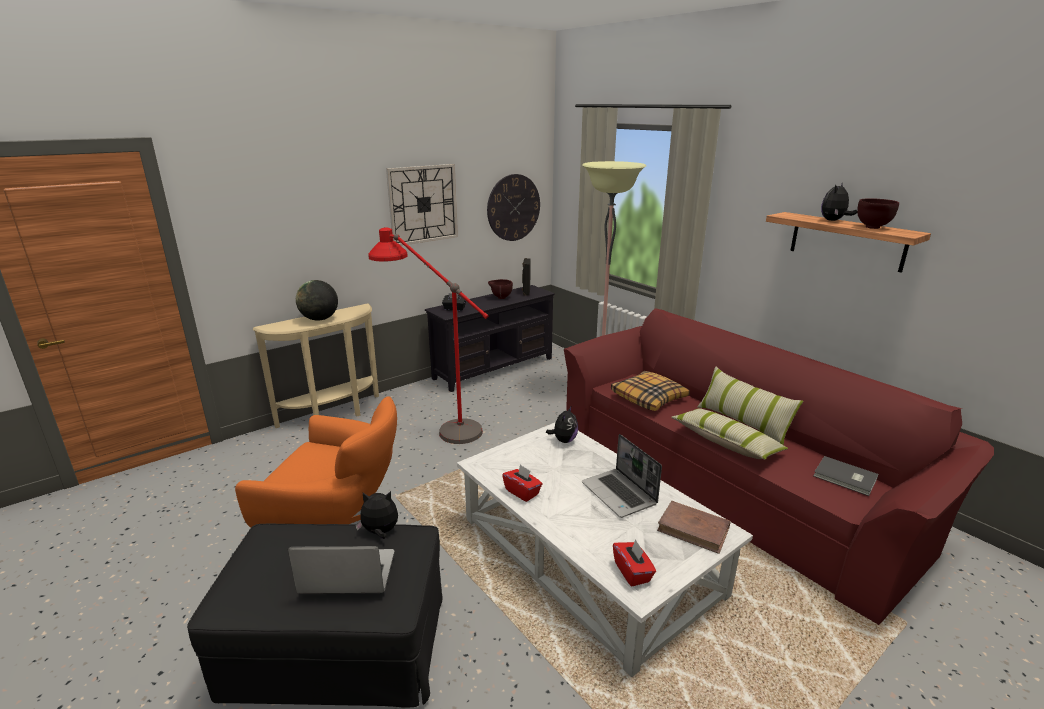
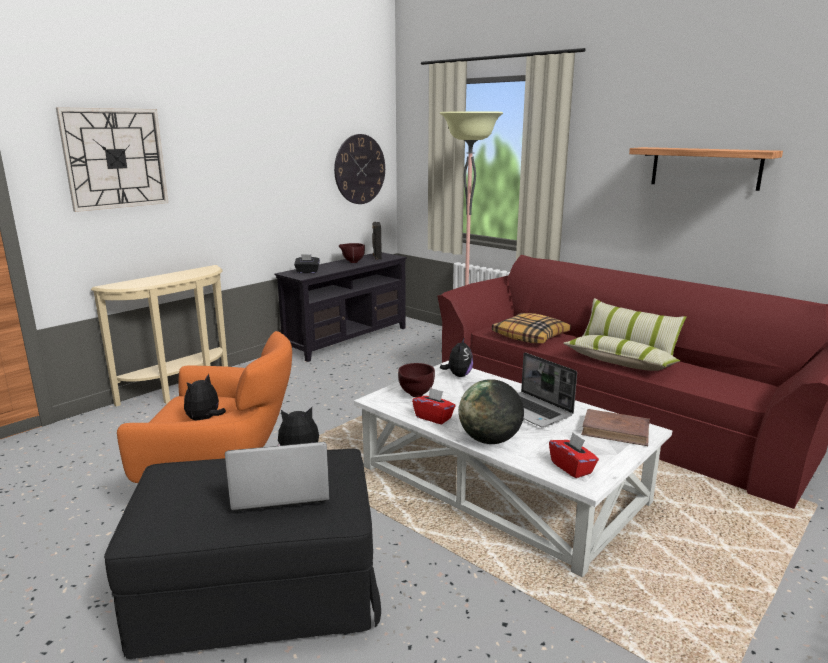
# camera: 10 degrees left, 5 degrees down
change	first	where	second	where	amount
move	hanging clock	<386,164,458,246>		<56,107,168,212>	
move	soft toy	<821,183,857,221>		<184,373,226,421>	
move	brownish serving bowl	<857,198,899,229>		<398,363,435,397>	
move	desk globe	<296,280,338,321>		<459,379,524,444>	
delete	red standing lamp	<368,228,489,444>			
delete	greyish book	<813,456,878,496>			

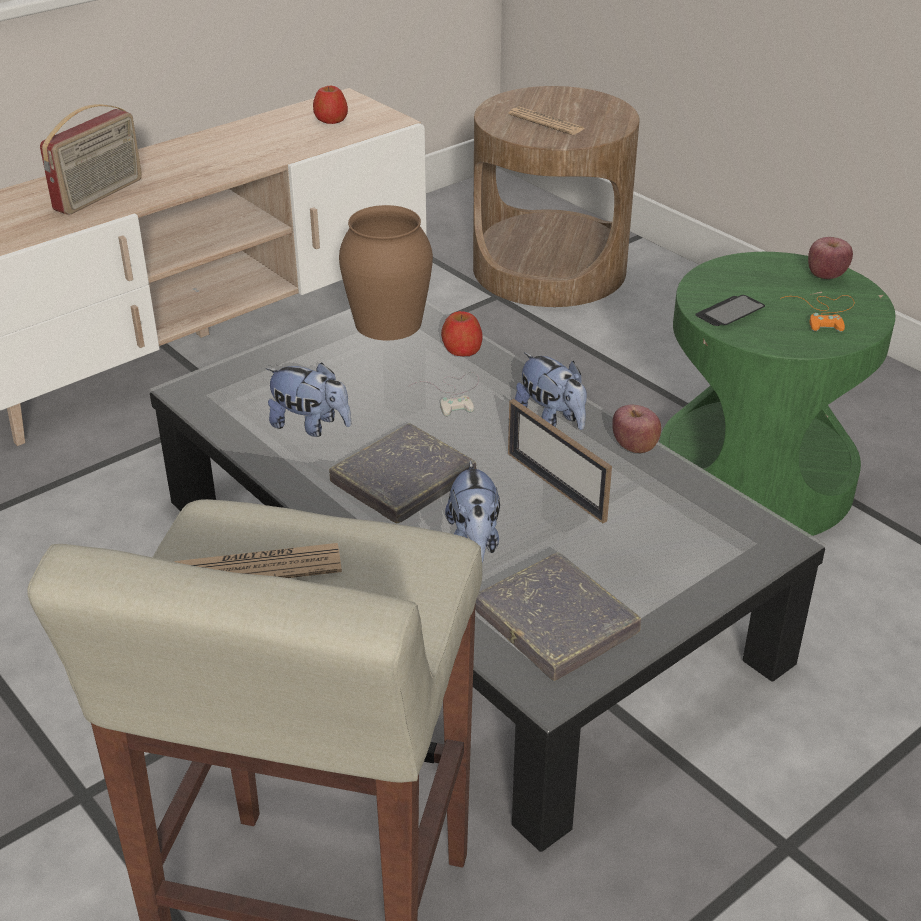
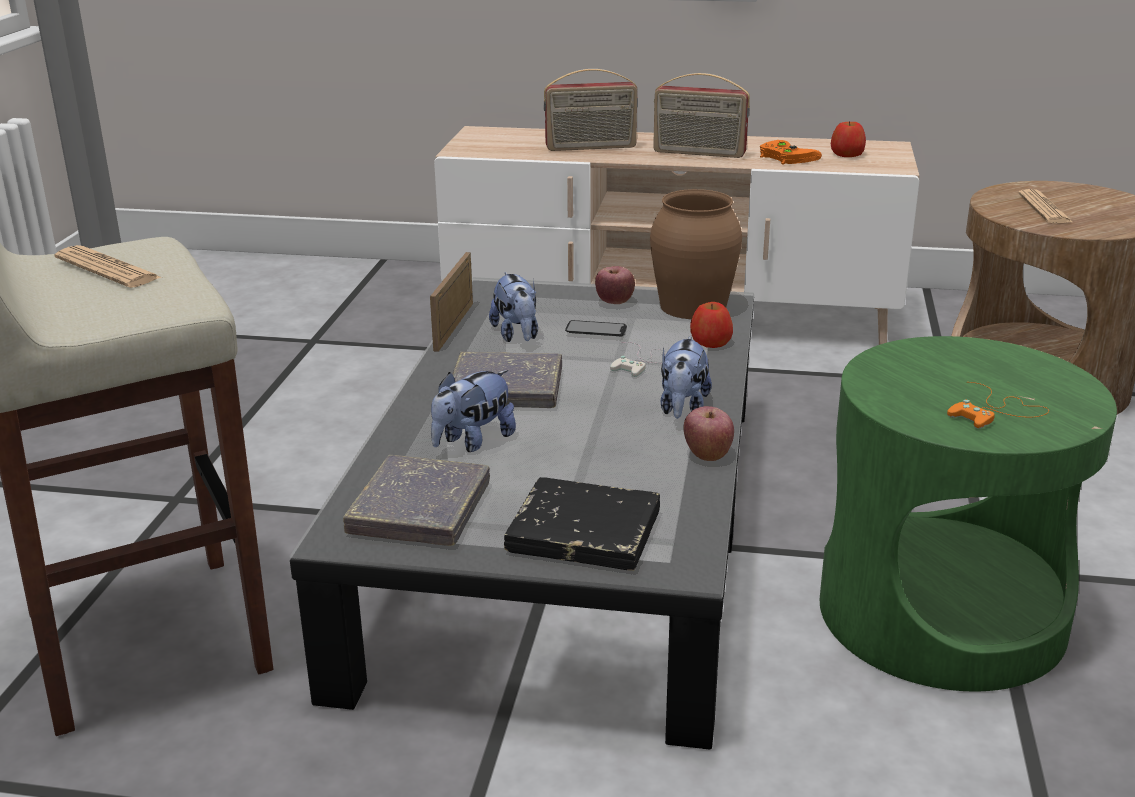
# camera: 50 degrees right, 10 degrees down
change	first	where	second	where	amount
move	photo frame	<508,399,612,523>		<430,252,473,352>	
insert			black-coloured book	<504,477,660,571>	
move	phone	<695,295,765,326>		<565,320,627,336>	
move	whole apple	<808,237,853,279>		<595,266,635,304>	
insert			radio set	<653,73,750,158>	
insert			orangey game controller	<760,140,822,165>	

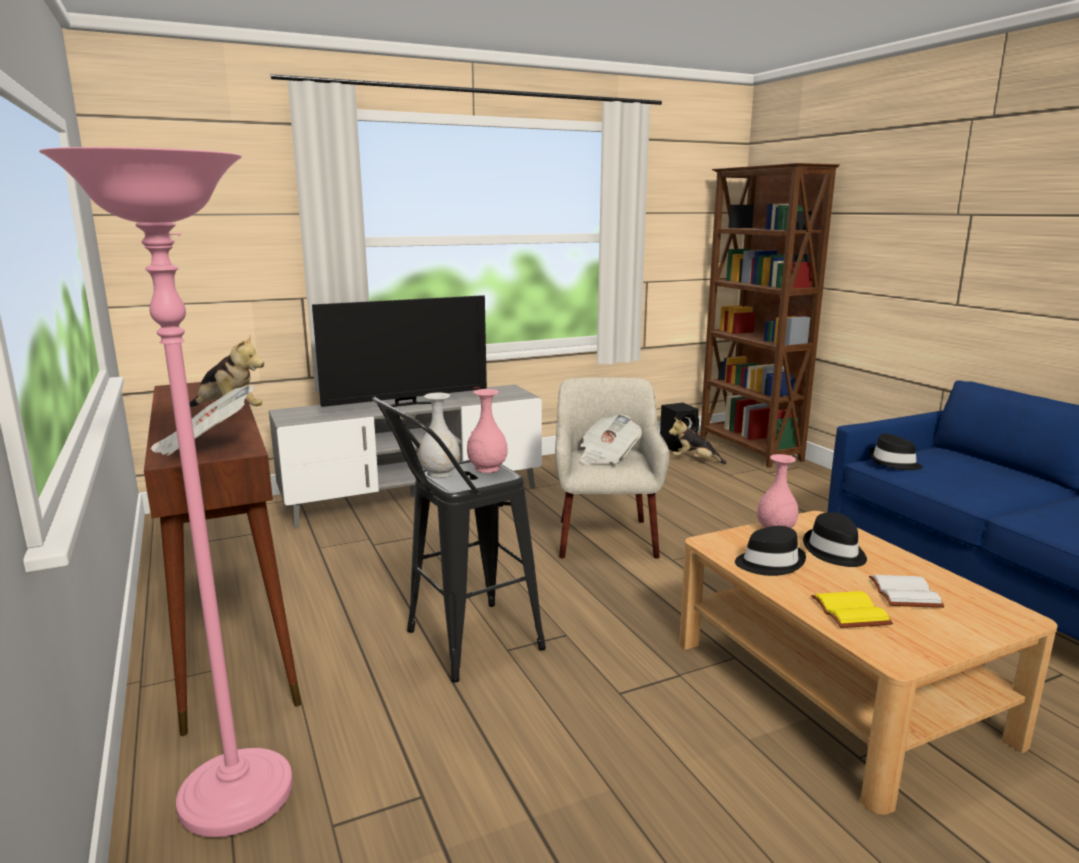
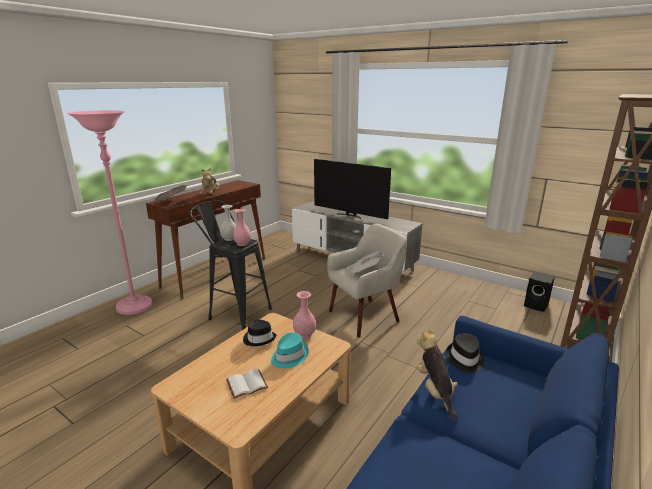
# camera: 60 degrees right, 5 degrees up
change	first	where	second	where	amount
recolor	black-coloured hat	<803,512,867,567>	blue-green hat	<271,333,309,368>	
move	soft toy	<669,418,727,464>		<417,327,458,421>	
delete	yellowish book	<811,591,893,628>			

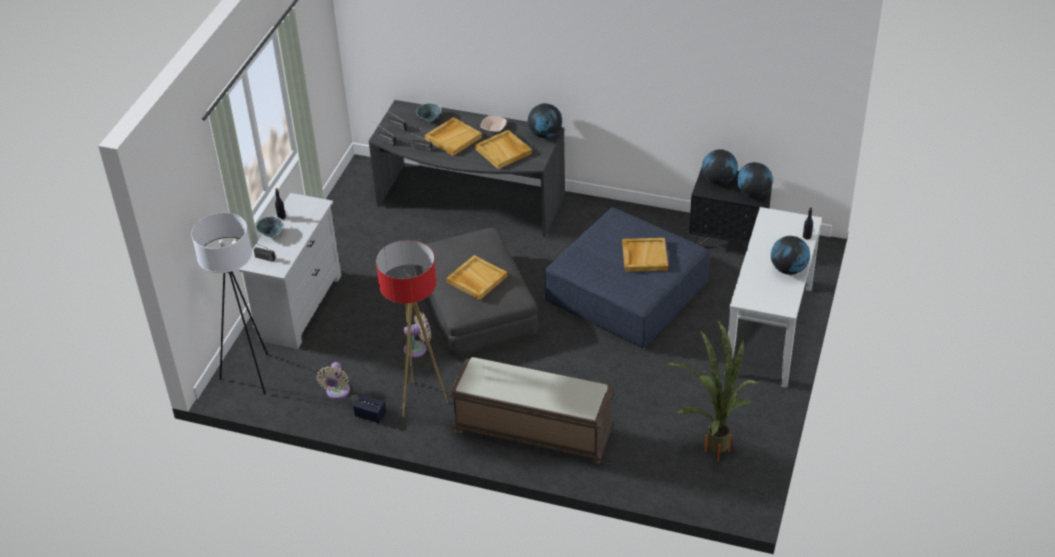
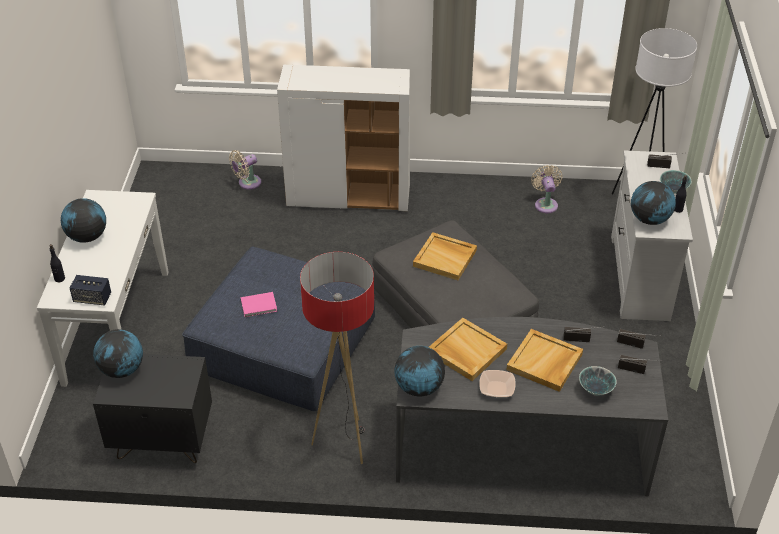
# camera: 165 degrees right, 0 degrees up
change	first	where	second	where	amount
move	loudspeaker	<353,395,386,424>		<70,275,111,305>	
move	beige-coloured fan	<404,312,431,358>		<229,150,261,190>	
replace	beige-coloured serving tray	<622,238,668,272>	pinkish book	<241,292,277,317>	
replace	brownish bench	<448,357,615,465>	white-coloured cupboard	<277,65,410,211>	
move	standing lamp	<376,240,448,417>		<300,252,374,464>	
move	desk globe	<702,149,738,185>		<631,181,676,225>	
delete	potted plant	<666,320,760,461>			

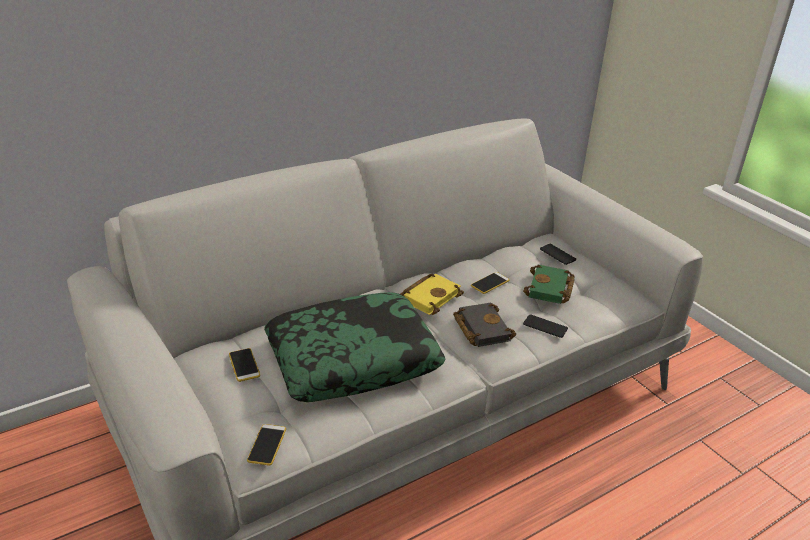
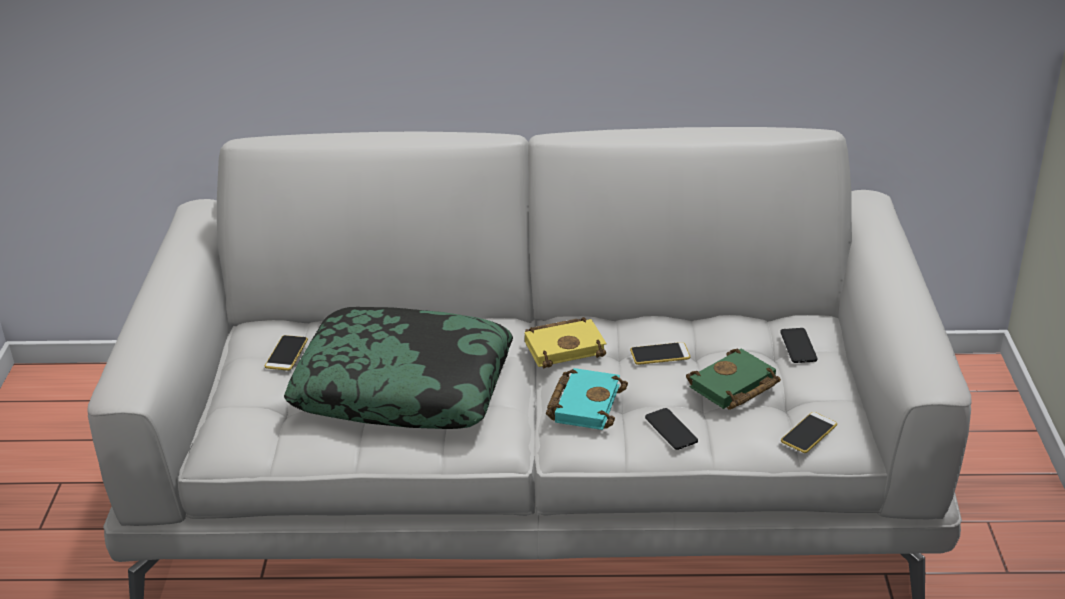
# camera: 35 degrees right, 0 degrees up
change	first	where	second	where	amount
recolor	black-coloured book	<453,303,516,347>	blue-green book	<546,368,628,430>	
move	phone	<247,424,286,466>		<781,412,837,453>	

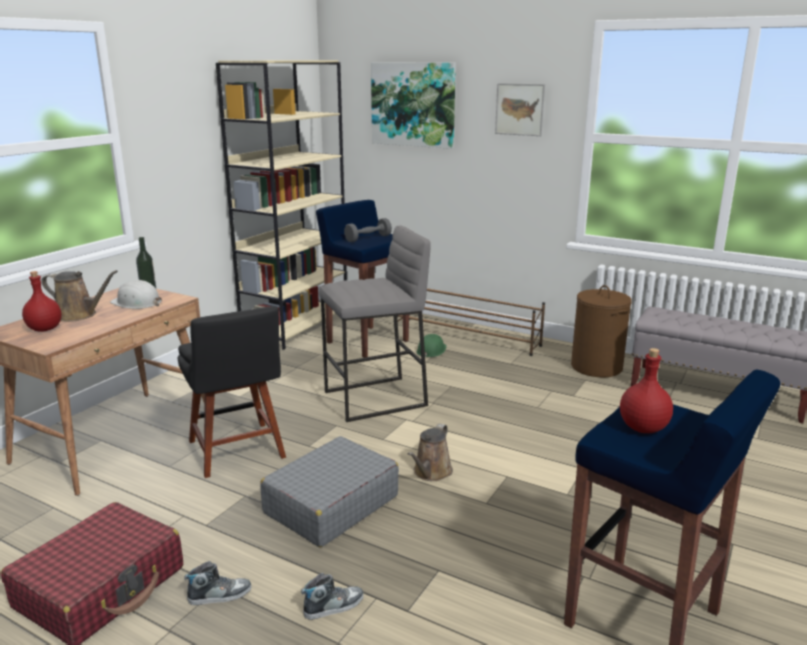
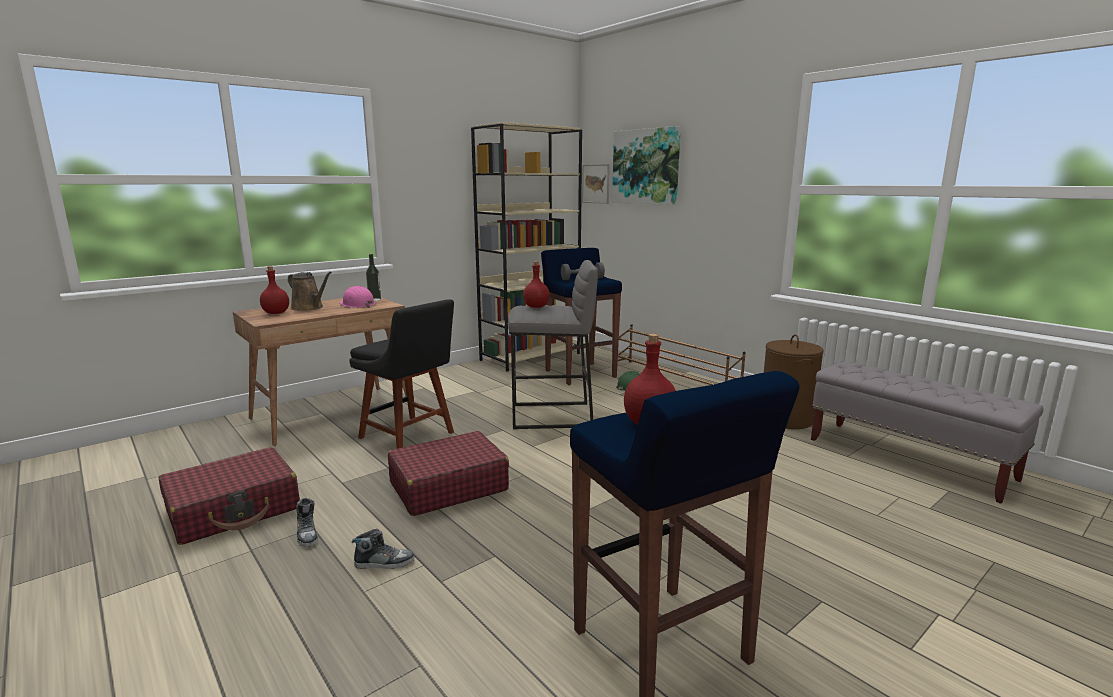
# camera: 20 degrees right, 5 degrees down
change	first	where	second	where	amount
rotate	low shoe	<184,561,251,605>		<296,498,318,547>	60 degrees clockwise
recolor	white-coloured work helmet	<110,280,162,309>	pinkish work helmet	<339,286,376,308>	
rotate	black-coloured chair	<178,306,286,478>		<349,299,454,449>	45 degrees counterclockwise
recolor	greyish suitcase	<260,436,399,547>	red suitcase	<388,431,509,516>	
insert			red drink bottle	<523,261,550,308>	
move	wall picture	<495,83,545,136>		<582,164,610,204>	
delete	brownish watering can	<408,424,453,481>			

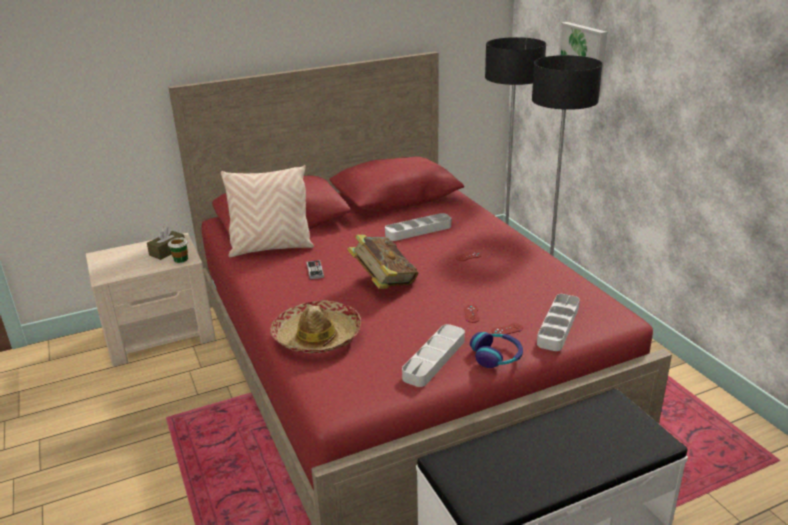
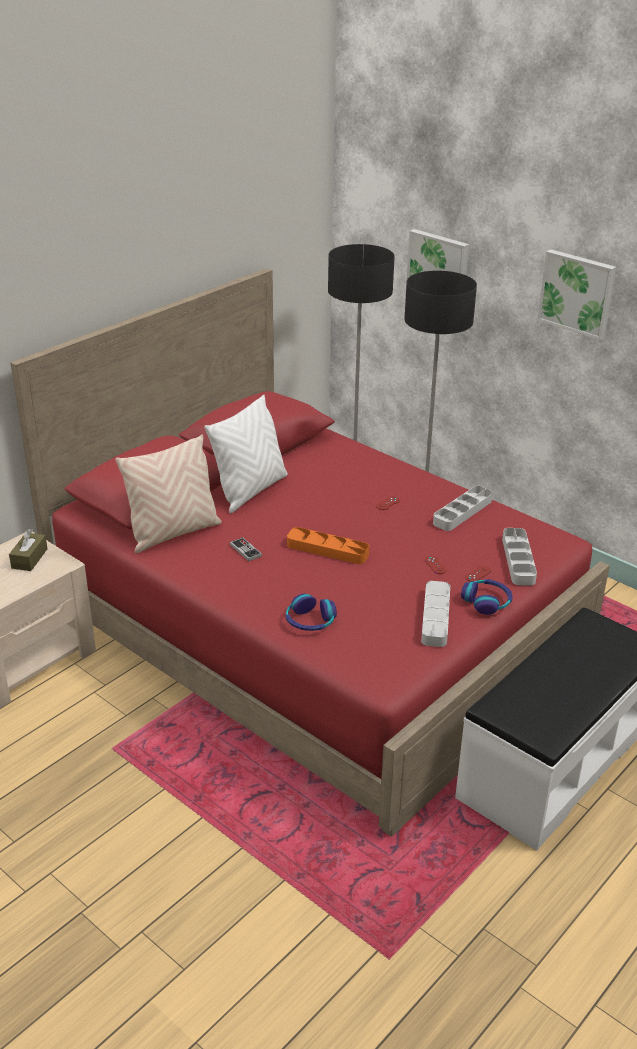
# camera: 25 degrees left, 5 degrees up
change	first	where	second	where	amount
insert			white-coloured cushion	<204,395,288,514>	
replace	hat	<270,300,361,353>	headset	<286,594,337,631>	
replace	book	<347,235,418,289>	orangey serving tray	<287,527,369,564>	
move	greyish serving tray	<385,213,451,241>		<433,486,493,531>	
insert			wall picture	<537,249,616,340>	
delete	small cup	<168,237,188,263>			

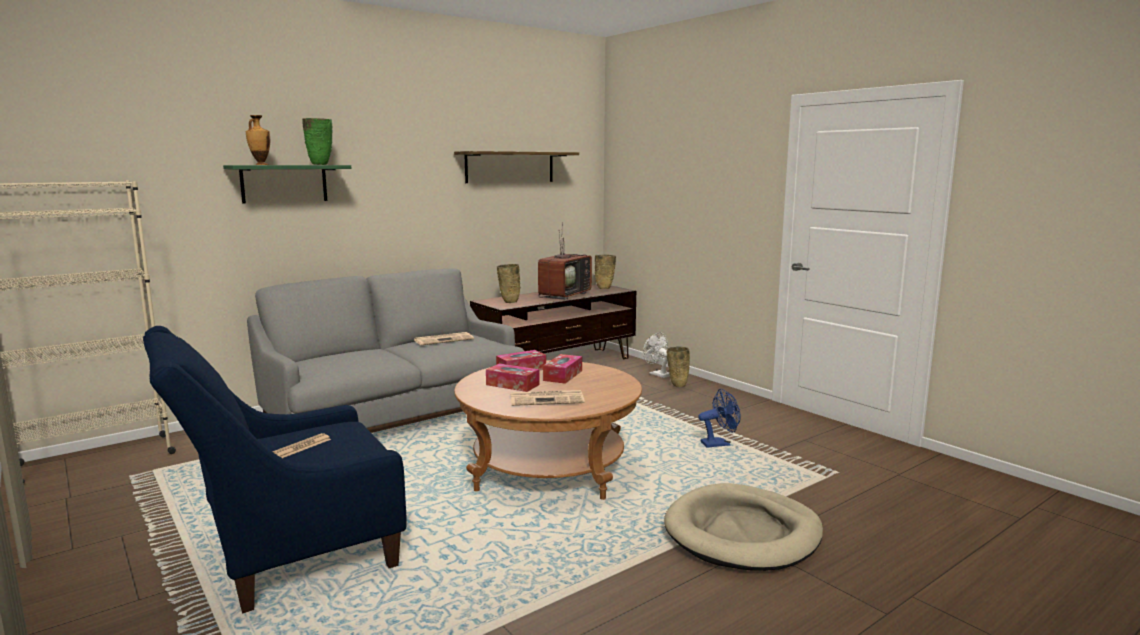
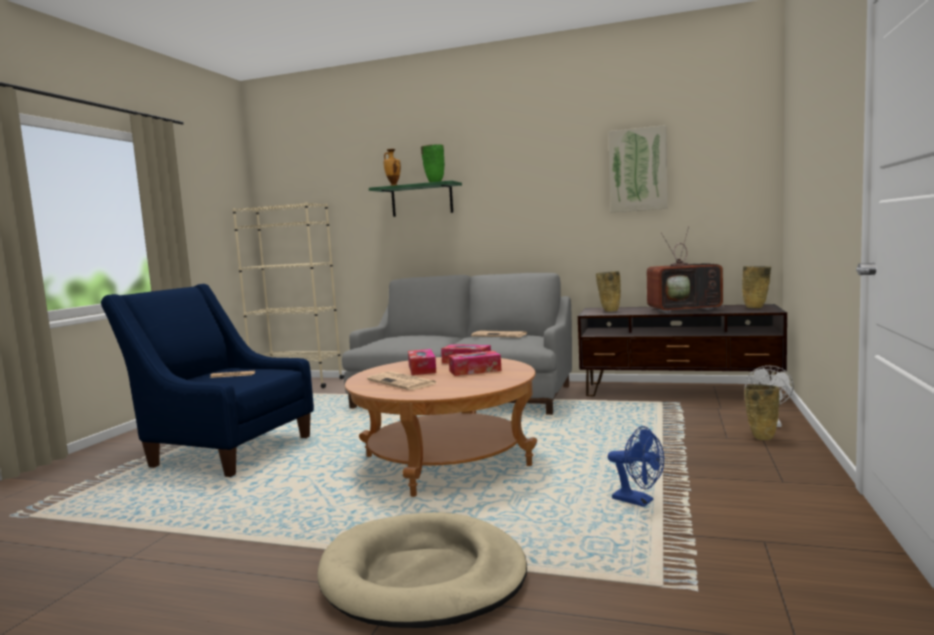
# camera: 55 degrees right, 5 degrees down
change	first	where	second	where	amount
replace	bracket shelf	<454,151,579,183>	wall picture	<608,125,668,212>	

